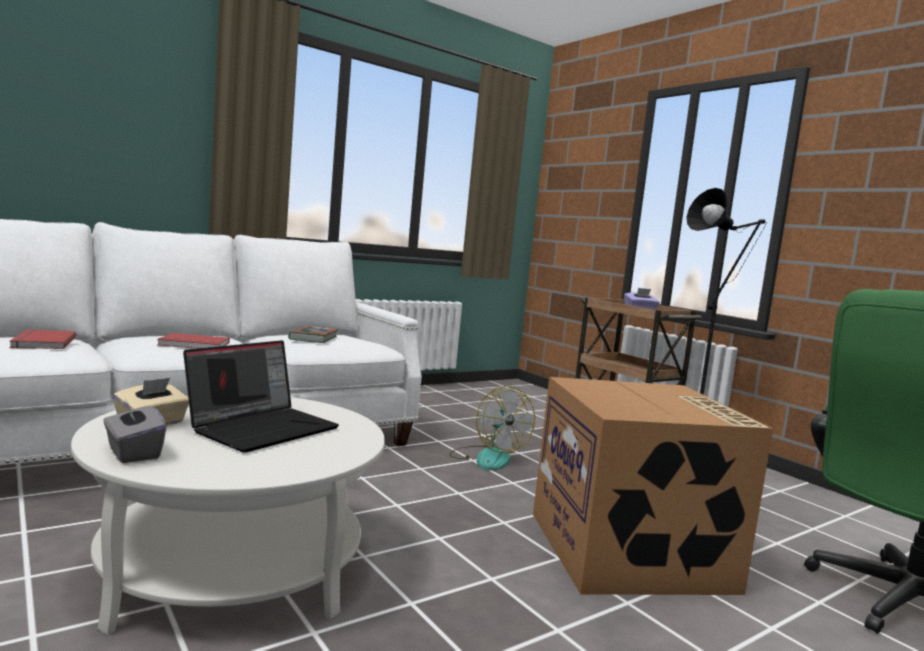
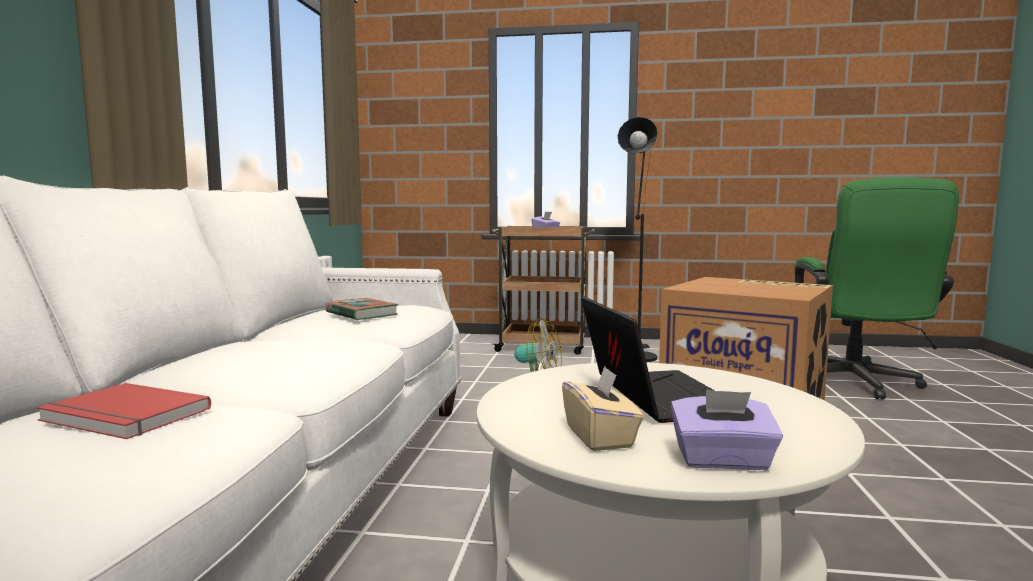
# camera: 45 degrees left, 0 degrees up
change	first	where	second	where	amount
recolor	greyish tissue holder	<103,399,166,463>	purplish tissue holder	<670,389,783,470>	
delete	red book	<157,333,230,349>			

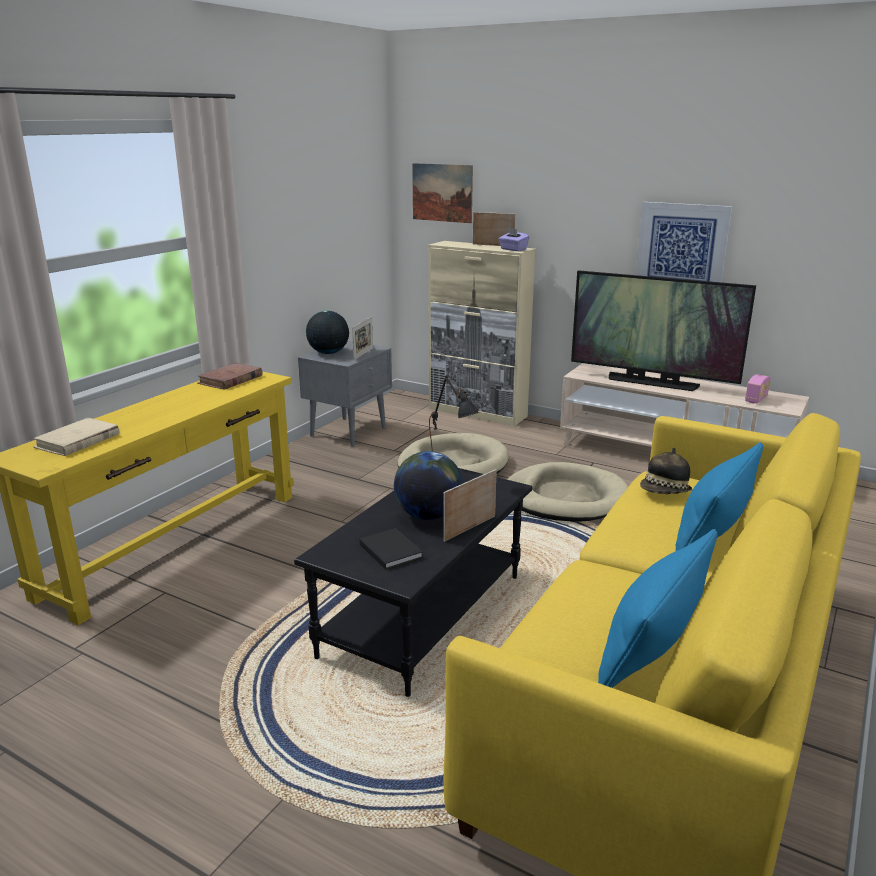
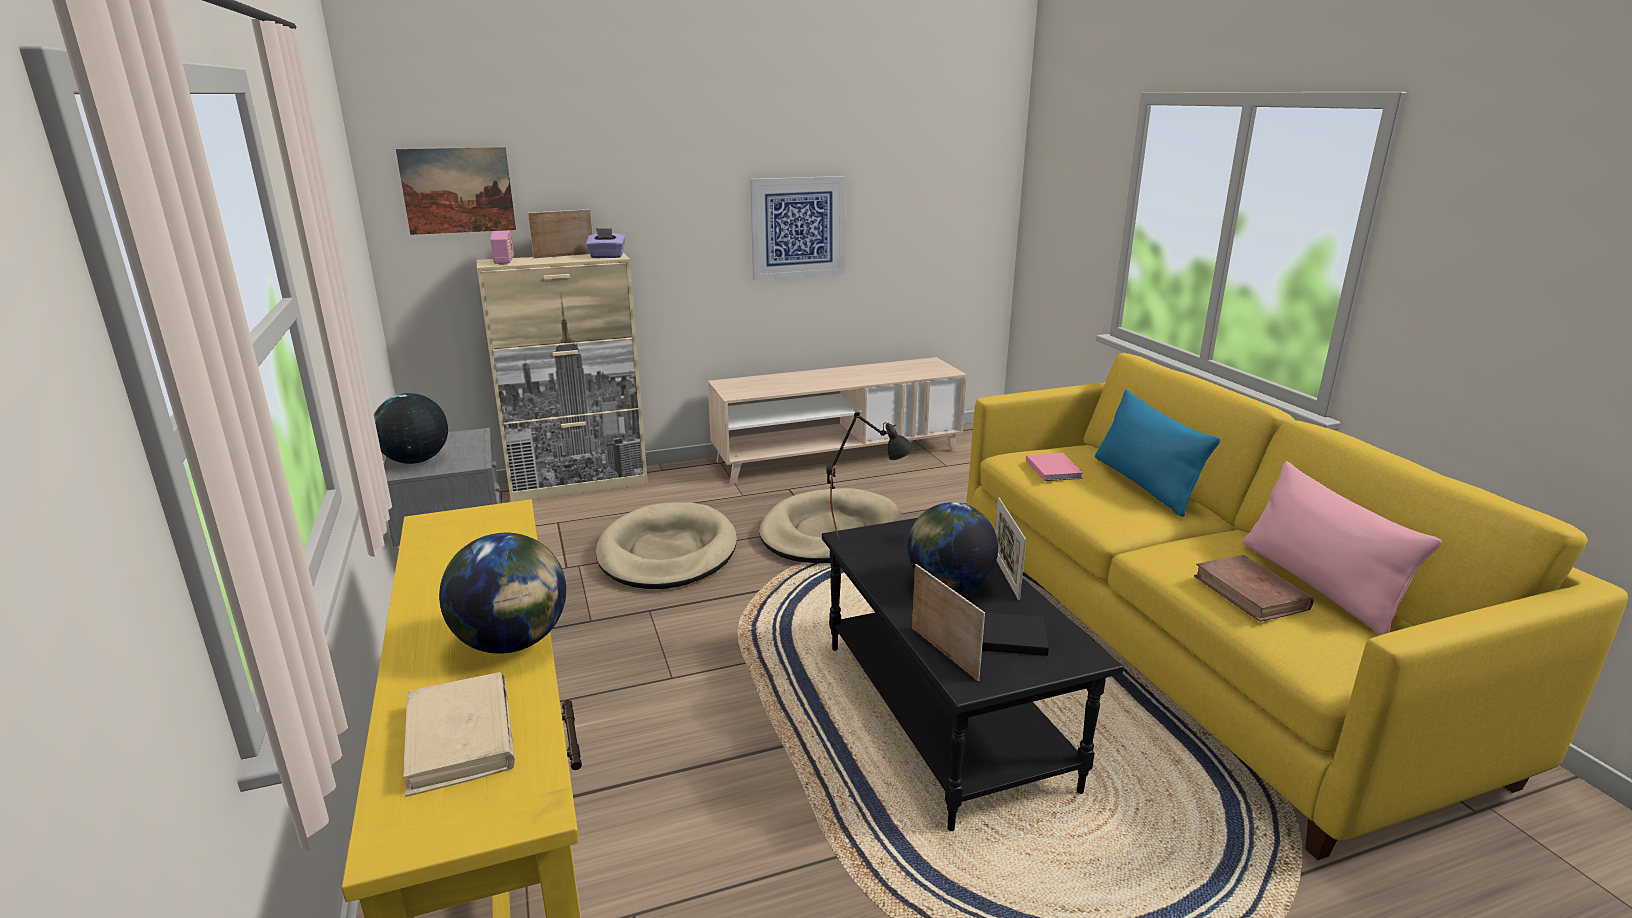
# camera: 50 degrees left, 0 degrees up
change	first	where	second	where	amount
insert			desk globe	<439,533,566,654>	
move	radio set	<745,374,771,404>		<490,231,514,265>	
move	photo frame	<352,317,373,360>		<912,564,985,681>	
replace	hat	<640,447,692,494>	pinkish book	<1026,453,1083,481>	
move	brownish book	<198,362,263,390>		<1194,555,1314,622>	
recolor	bluish cushion	<598,529,717,688>	pinkish cushion	<1242,461,1442,635>	
delete	TV set	<571,270,756,391>			

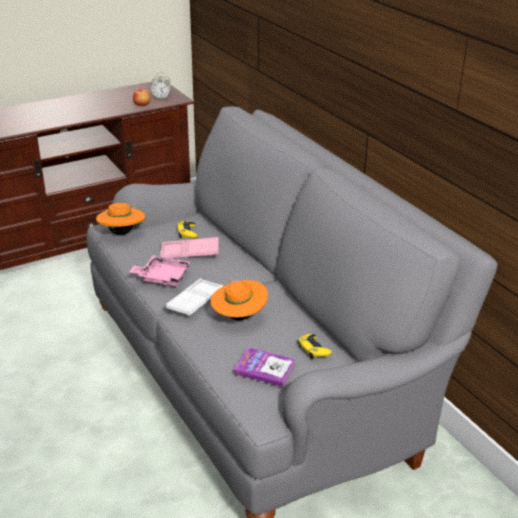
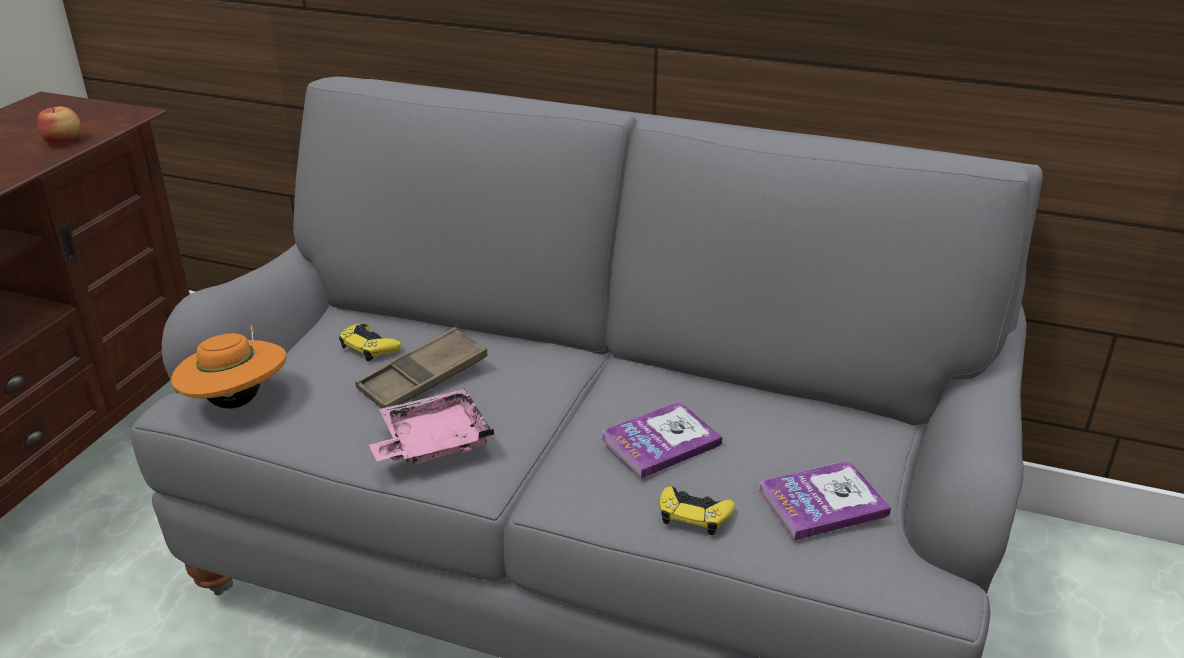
# camera: 40 degrees left, 0 degrees up
change	first	where	second	where	amount
recolor	pinkish serving tray	<160,237,219,258>	brownish serving tray	<355,327,488,408>	
replace	orangey hat	<211,277,268,320>	book	<601,401,722,478>	
move	yellowish game controller	<298,334,332,359>		<660,486,735,535>	
delete	table clock	<151,72,171,99>			
delete	white-coloured serving tray	<166,279,223,316>			

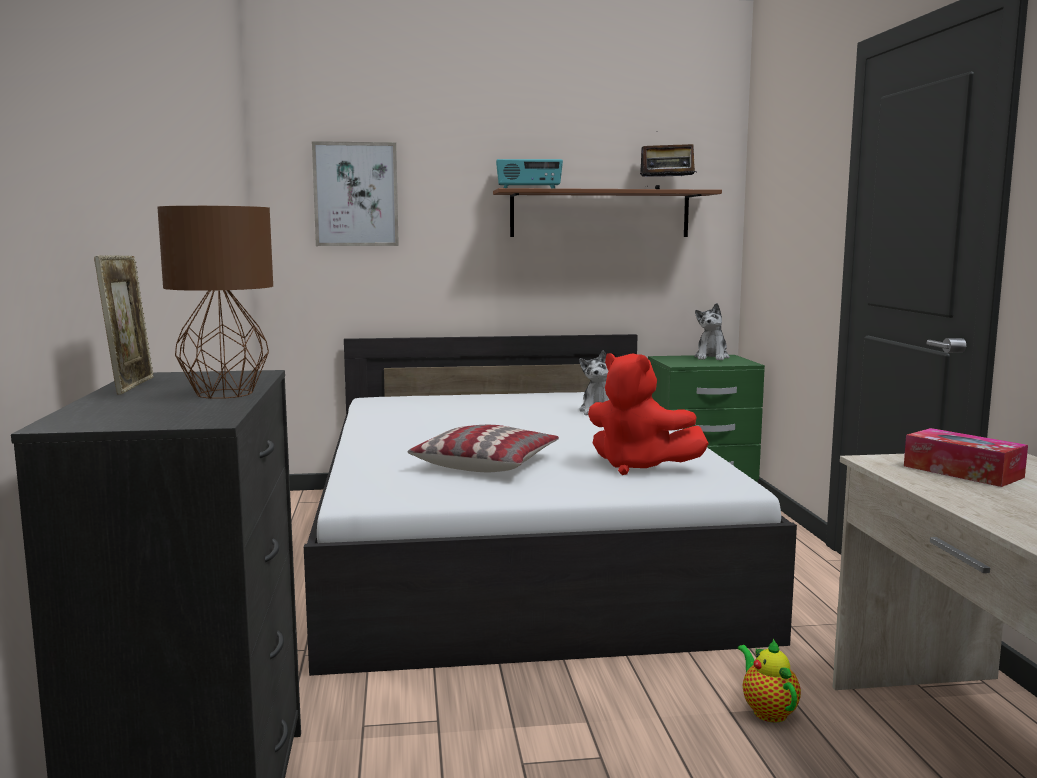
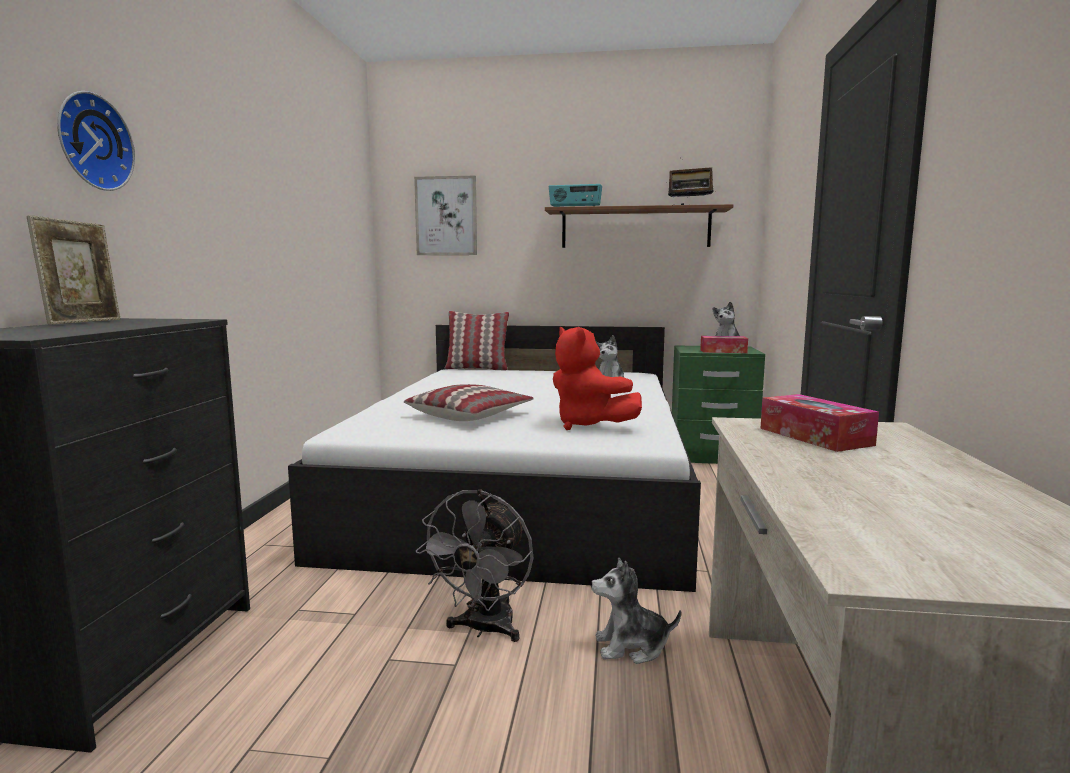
# camera: 15 degrees right, 0 degrees up
change	first	where	second	where	amount
insert			hanging clock	<57,91,135,191>	
insert			greyish fan	<416,489,533,642>	
insert			cushion	<444,311,509,371>	
replace	pot for tea	<738,639,801,723>	soft toy	<591,557,681,664>	
insert			tissue holder	<700,336,748,353>	
delete	brownish table lamp	<157,206,273,399>			

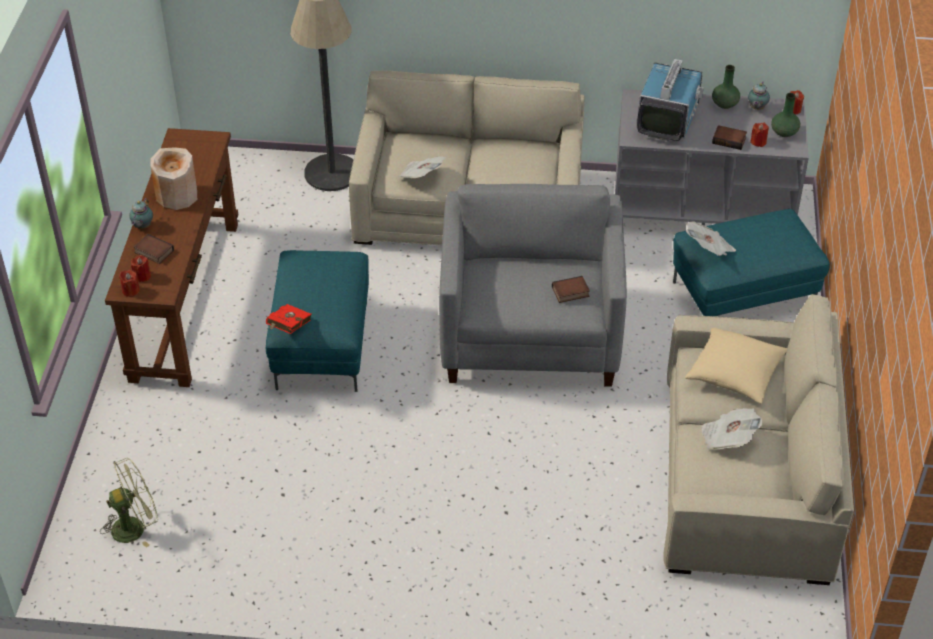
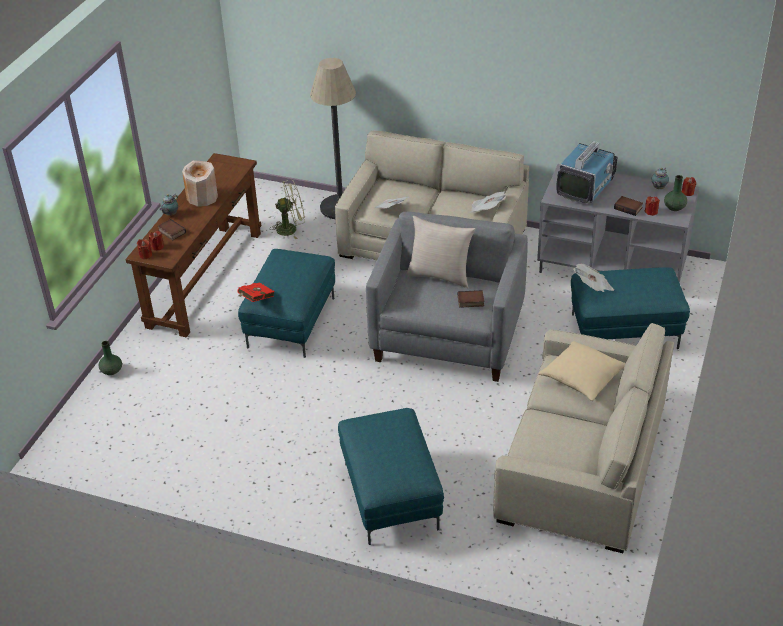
# camera: 15 degrees right, 5 degrees down
change	first	where	second	where	amount
move	greenish vase	<712,65,740,109>		<98,341,122,375>	
move	greenish fan	<100,458,158,548>		<270,180,305,239>	
insert			blue-green ottoman	<338,408,444,545>	
insert			beige-coloured cushion	<406,216,476,288>	
move	printed paper	<701,408,762,449>		<470,191,506,213>	

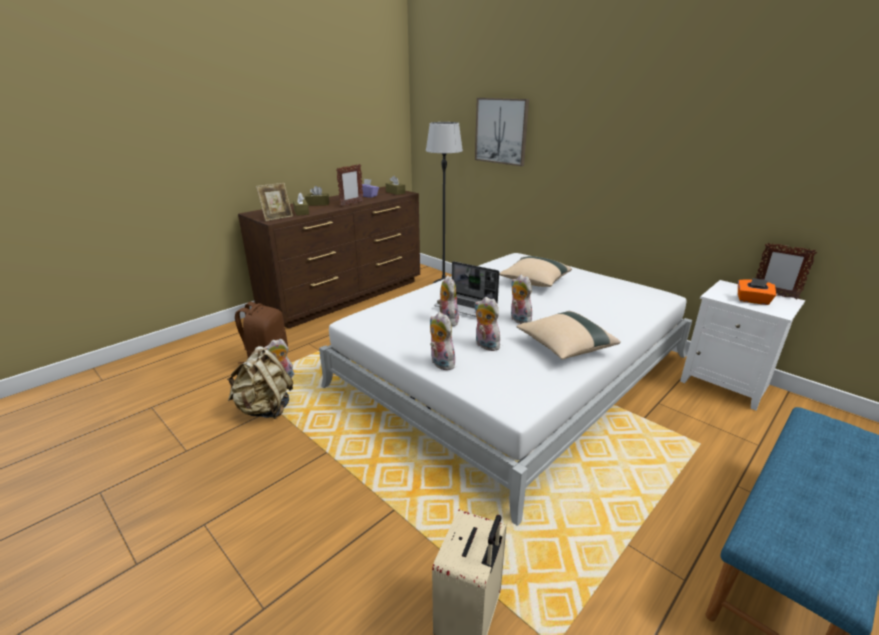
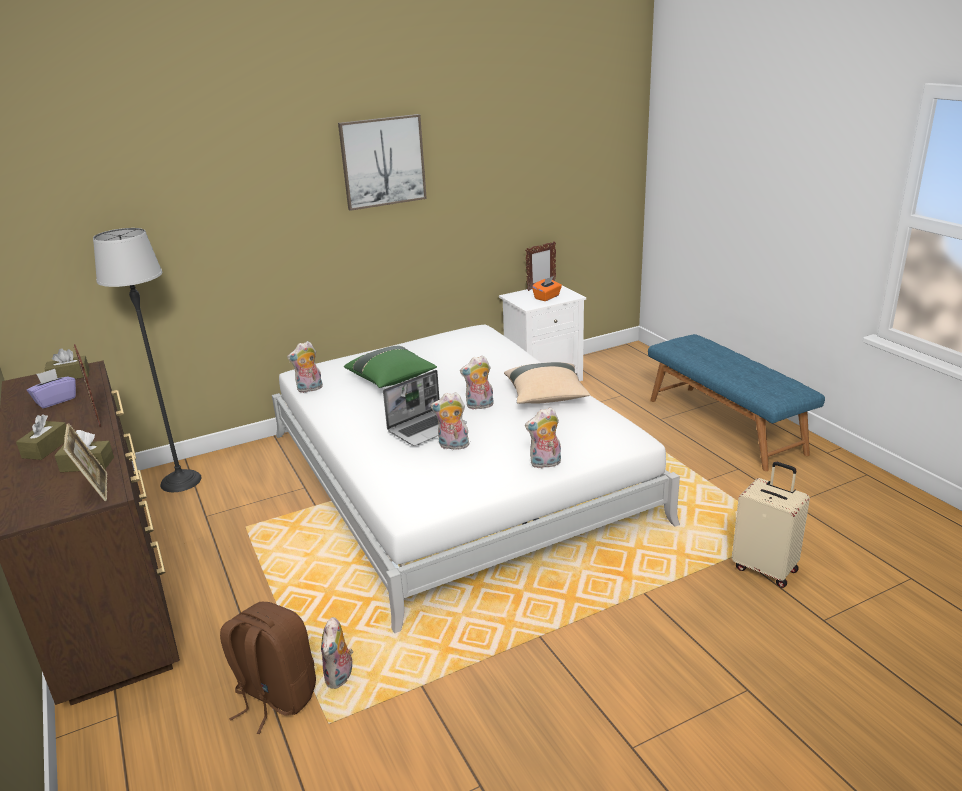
# camera: 70 degrees left, 0 degrees up
change	first	where	second	where	amount
move	soft toy	<475,297,500,351>		<287,341,323,393>	
move	wall picture	<475,98,529,166>		<338,114,427,211>	
recolor	beige-coloured cushion	<499,256,572,287>	greenish cushion	<344,346,437,388>	
delete	beige-coloured knapsack	<227,346,293,419>			

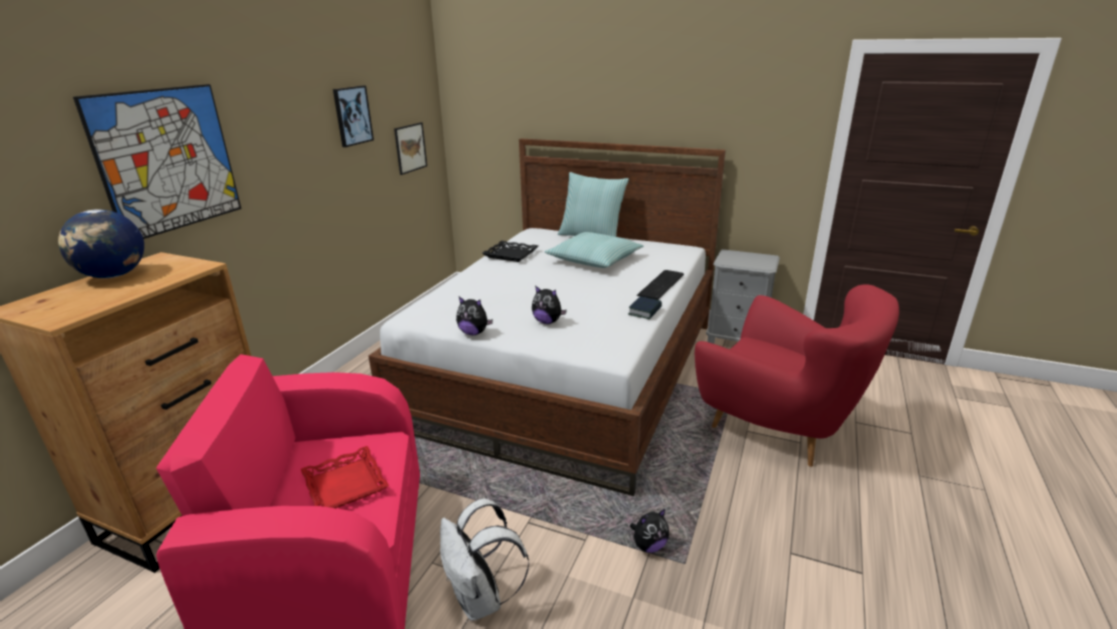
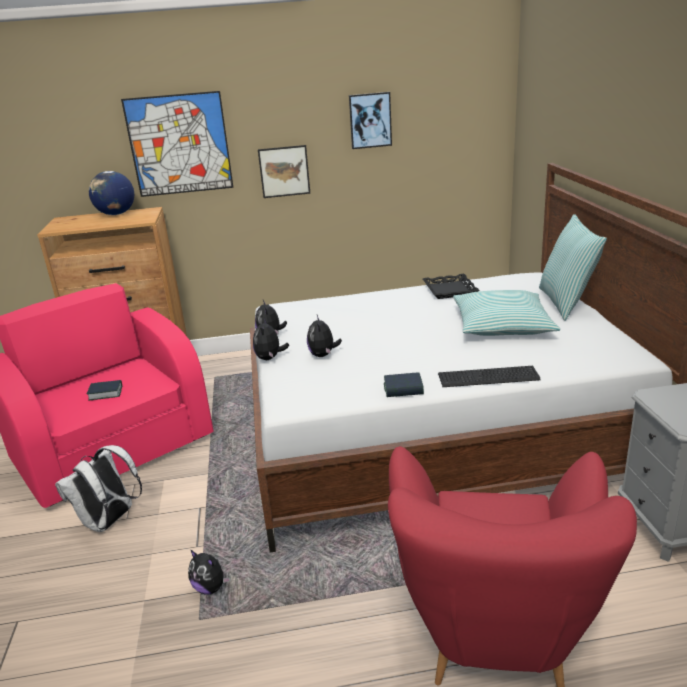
# camera: 60 degrees right, 0 degrees up
change	first	where	second	where	amount
replace	red serving tray	<301,446,389,508>	book	<87,380,122,400>	
insert			soft toy	<253,318,289,360>	
move	wall picture	<394,122,427,175>		<258,145,310,198>	

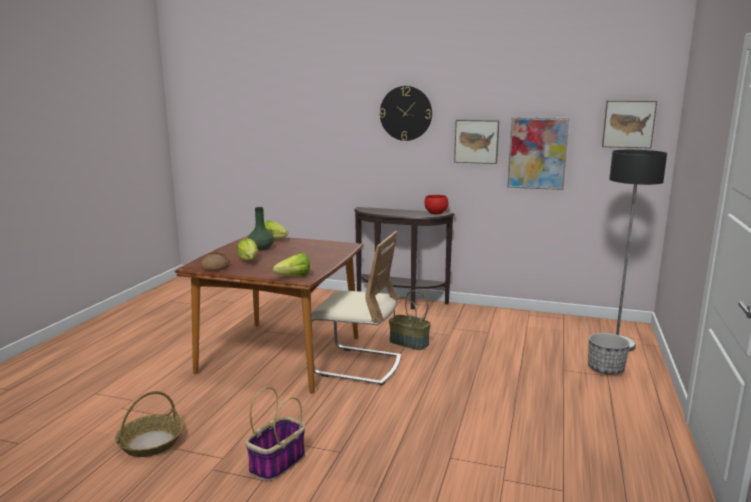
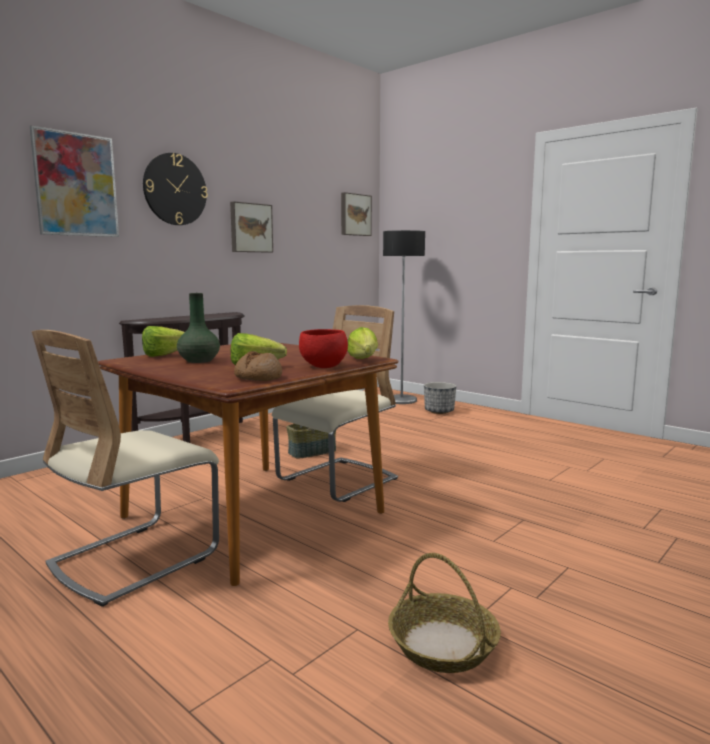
# camera: 65 degrees left, 5 degrees down
change	first	where	second	where	amount
move	wall picture	<507,117,570,190>		<30,126,119,237>	
insert			beige-coloured chair	<32,330,219,607>	
move	red serving bowl	<424,195,448,214>		<299,329,348,368>	
delete	storage basket	<246,387,305,481>			

